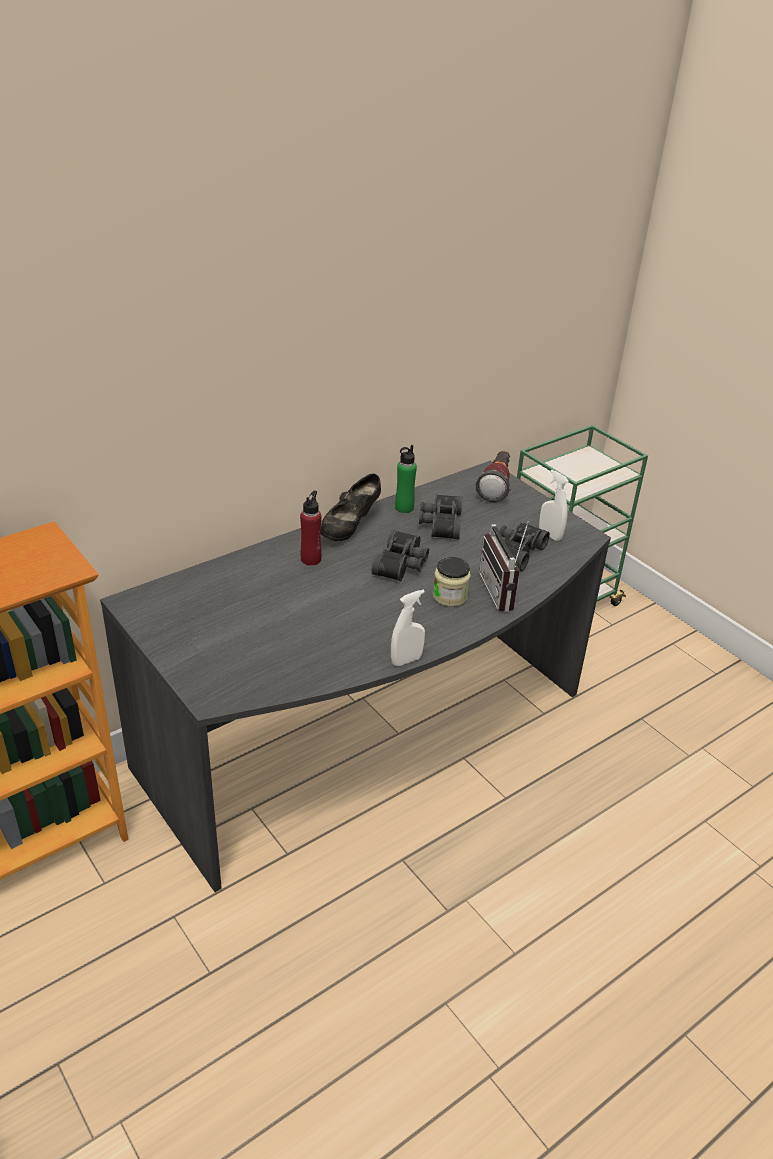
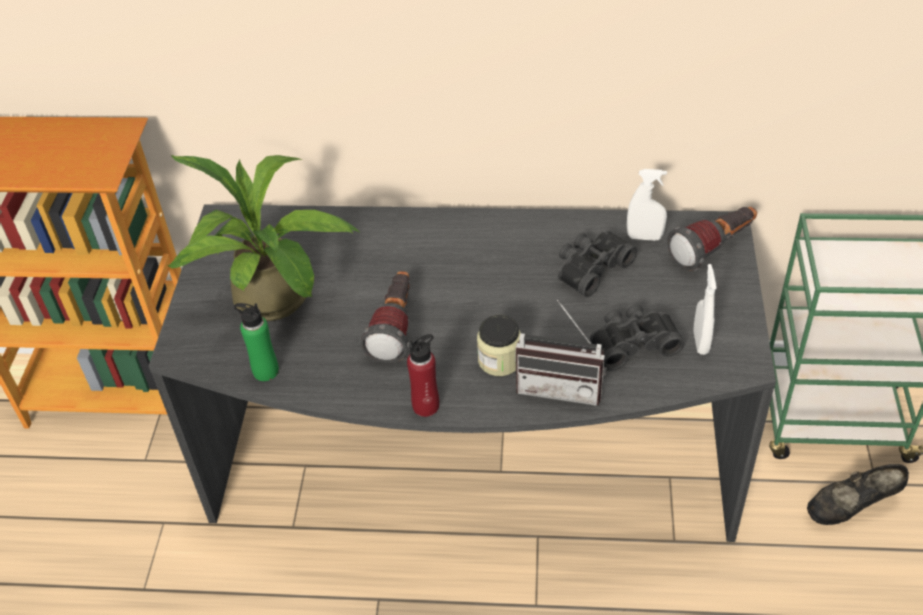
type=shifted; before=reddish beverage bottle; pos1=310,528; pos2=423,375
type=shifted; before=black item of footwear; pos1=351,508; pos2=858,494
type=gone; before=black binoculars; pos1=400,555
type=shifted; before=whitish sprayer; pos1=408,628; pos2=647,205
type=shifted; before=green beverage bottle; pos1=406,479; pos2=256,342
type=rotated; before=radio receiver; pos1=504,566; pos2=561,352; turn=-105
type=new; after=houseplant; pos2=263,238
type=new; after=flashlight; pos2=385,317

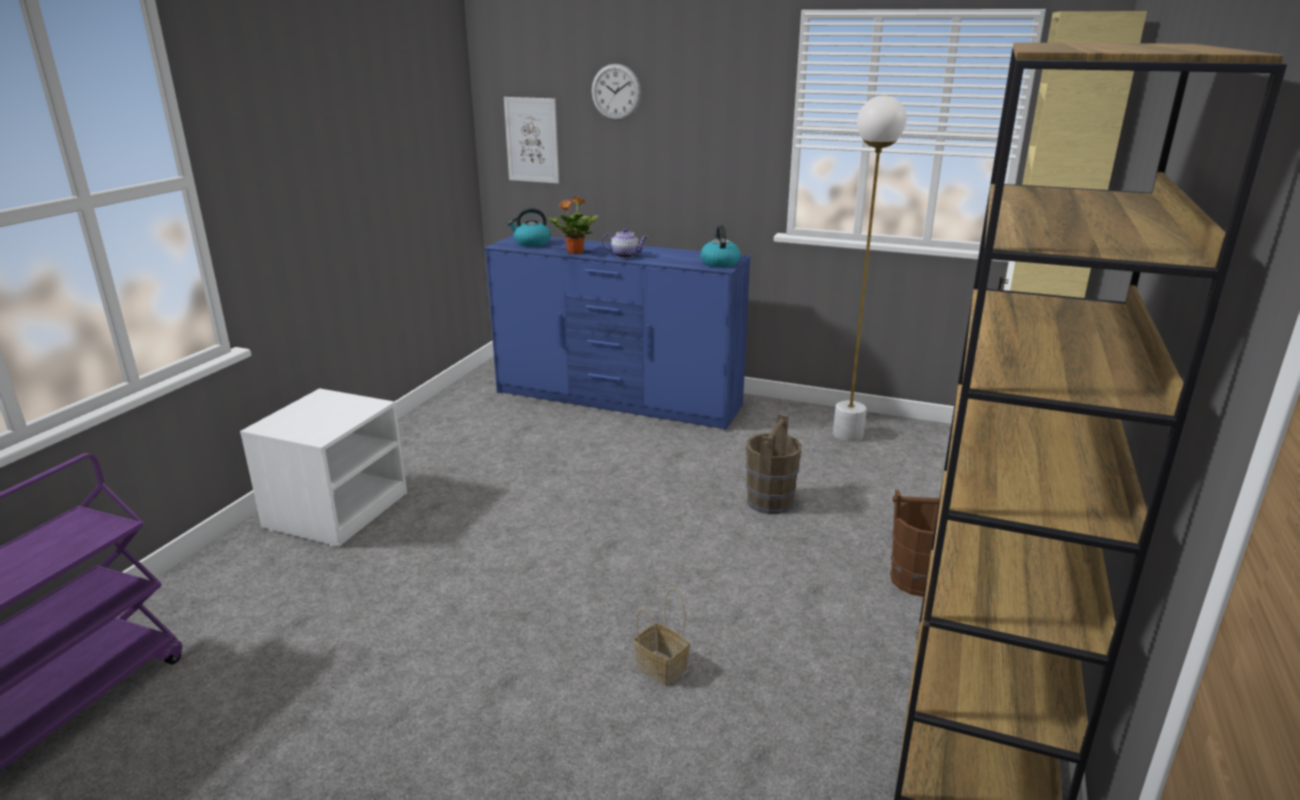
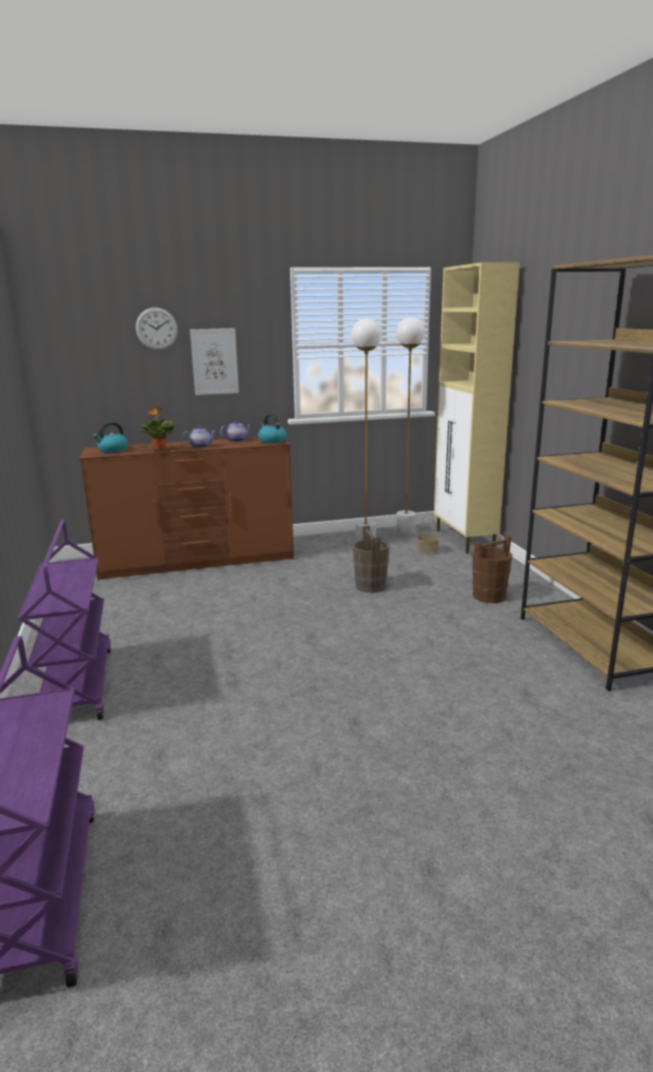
type=swapped; before=whitish nightstand; after=purple-coloured cart; pos1=323,467; pos2=64,620
type=repainted; before=bluish drawer chest; after=brown-coloured drawer chest; pos1=617,332; pos2=186,508
type=shifted; before=wall art; pos1=531,140; pos2=214,361
type=shifted; before=basket; pos1=662,637; pos2=428,533
type=new; after=teapot; pos2=236,431
type=new; after=whitish standing lamp; pos2=410,426

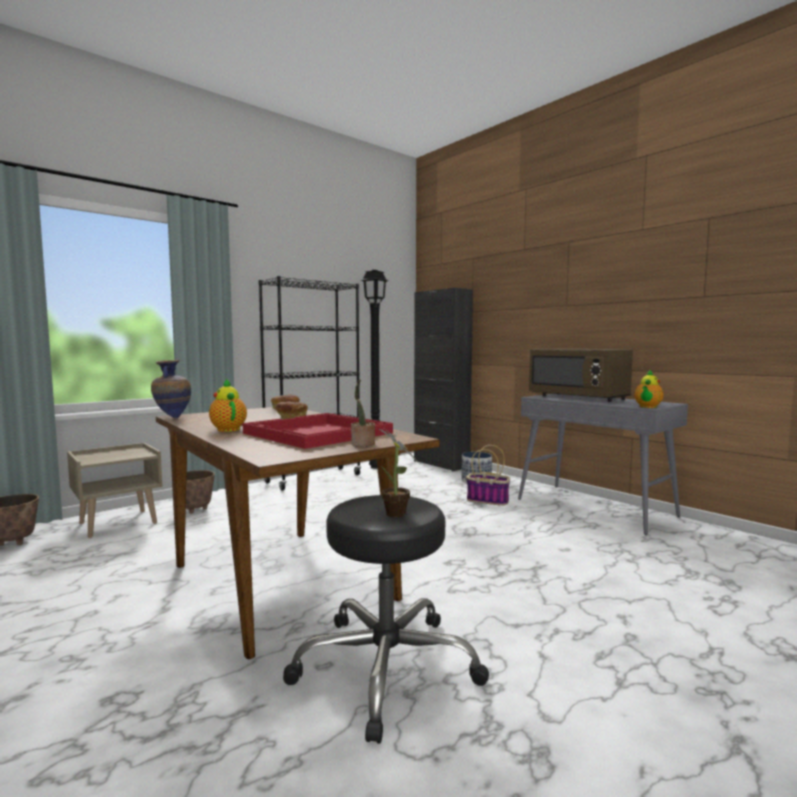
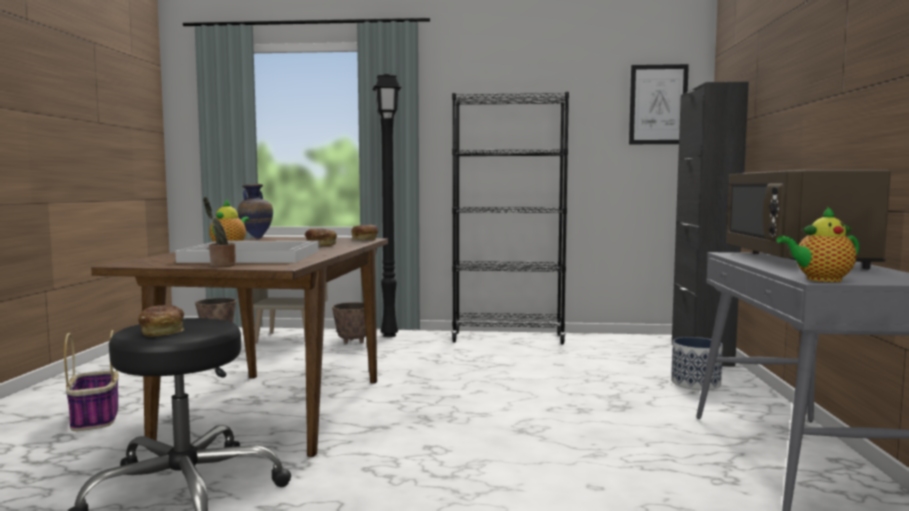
type=repainted; before=reddish serving tray; after=whitish serving tray; pos1=318,431; pos2=247,252
type=shifted; before=black standing lamp; pos1=374,369; pos2=387,205
type=swapped; before=houseplant; after=bakery bread; pos1=398,473; pos2=161,321
type=shifted; before=basket; pos1=488,475; pos2=91,380
type=new; after=wall art; pos2=659,104

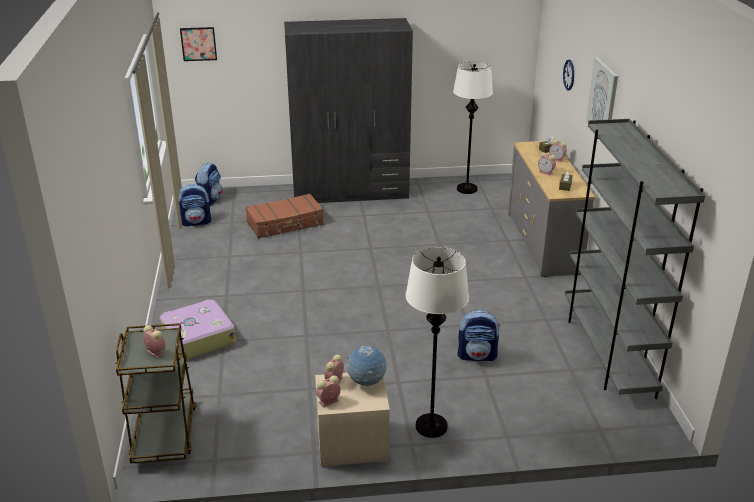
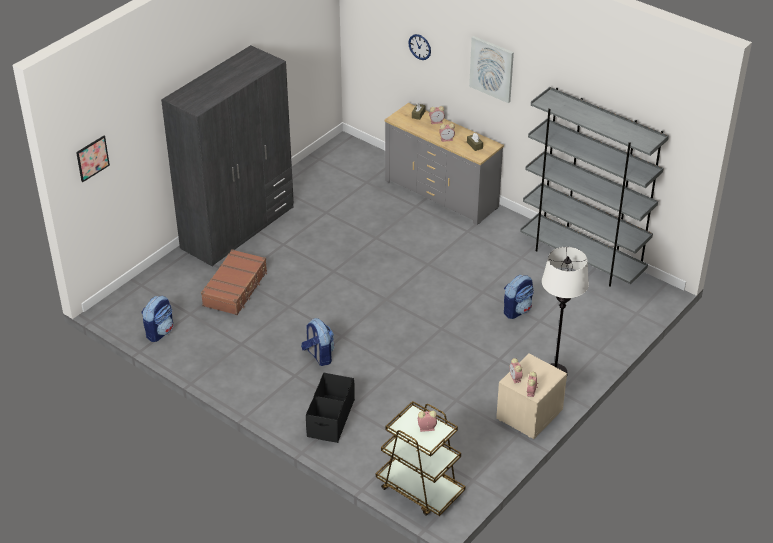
type=swapped; before=piece of luggage; after=black storage container; pos1=198,329; pos2=330,407
type=shifted; before=backpack; pos1=209,184; pos2=317,342
type=gone; before=desk globe; pos1=367,366
type=gone; before=whitish standing lamp; pos1=473,127

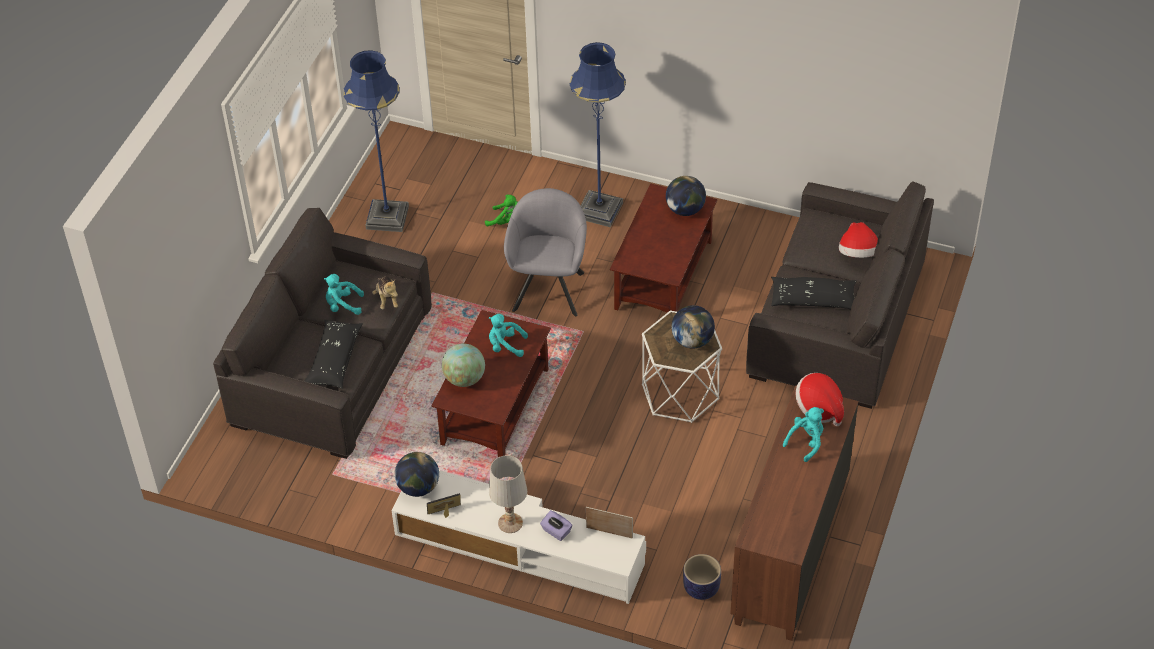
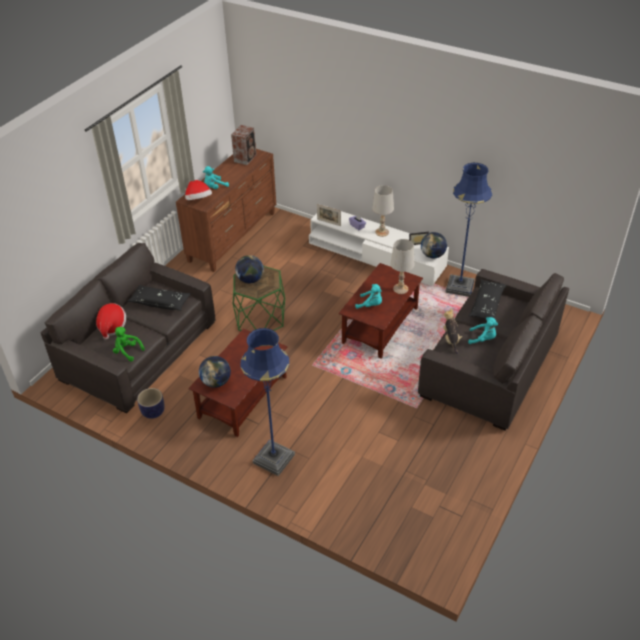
type=shifted; before=bluish standing lamp; pos1=376,141; pos2=468,230
type=swapped; before=desk globe; after=whitish tabletop lamp; pos1=463,365; pos2=402,266
type=shifted; before=green plush toy; pos1=501,210; pos2=129,344
type=gone; before=grey lounge chair; pos1=545,252
type=repainted; before=whitish side table; after=green side table; pos1=682,366; pos2=259,298
type=shifted; before=flower pot; pos1=702,577; pos2=151,403
type=new; after=loudspeaker; pos2=243,145

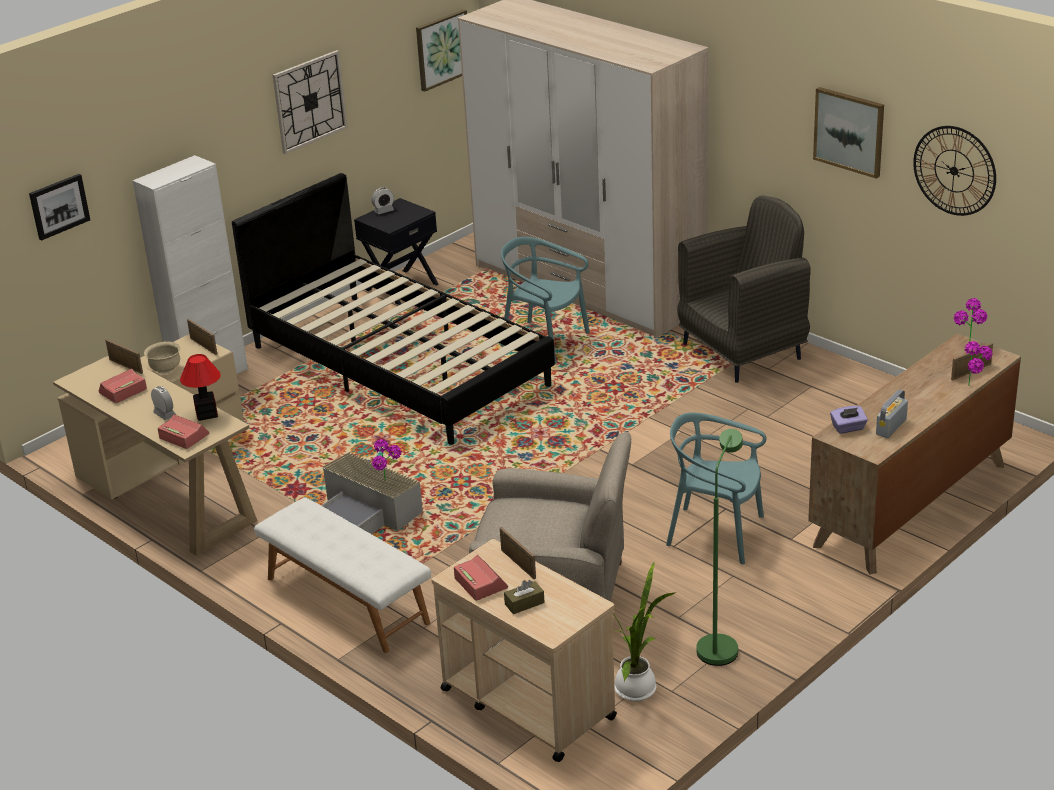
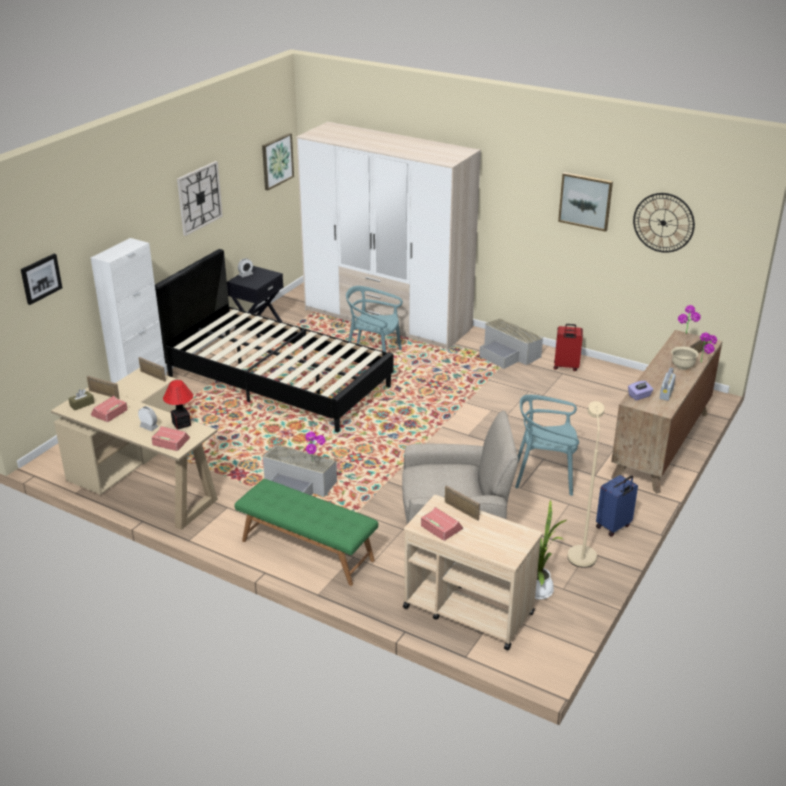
type=shifted; before=sand-coloured deep dish; pos1=162,357; pos2=685,358
type=repainted; before=whitish indoor bench; after=green indoor bench; pos1=342,575; pos2=306,532
type=shifted; before=brown-coloured box of tissues; pos1=524,597; pos2=81,399
type=swapped; before=grey lounge chair; after=grey storage container; pos1=744,289; pos2=511,343
type=repainted; before=green standing lamp; after=sand-coloured standing lamp; pos1=720,547; pos2=586,484
type=new; after=reddish piece of luggage; pos2=568,347
type=new; after=bluish piece of luggage; pos2=617,506

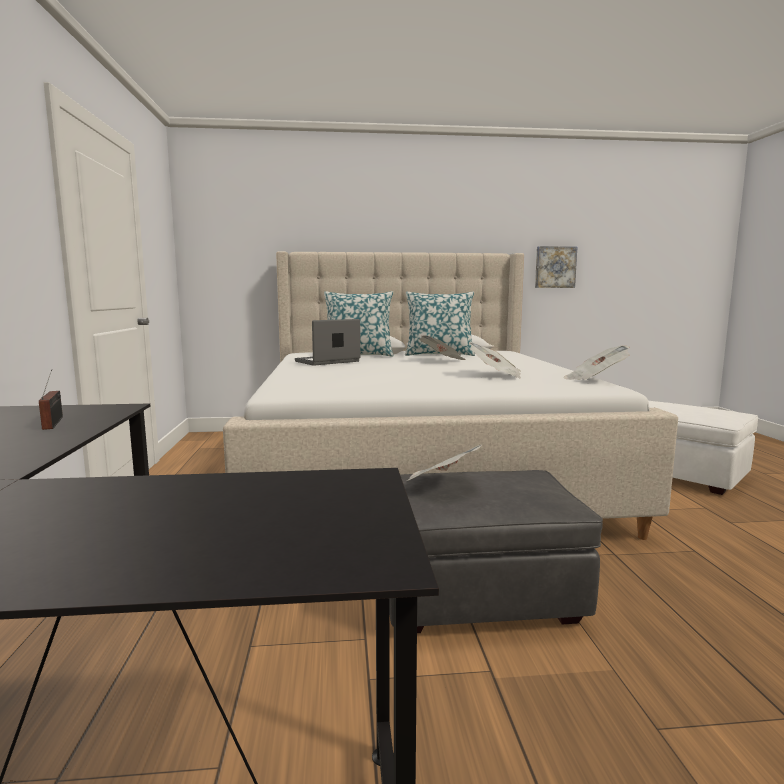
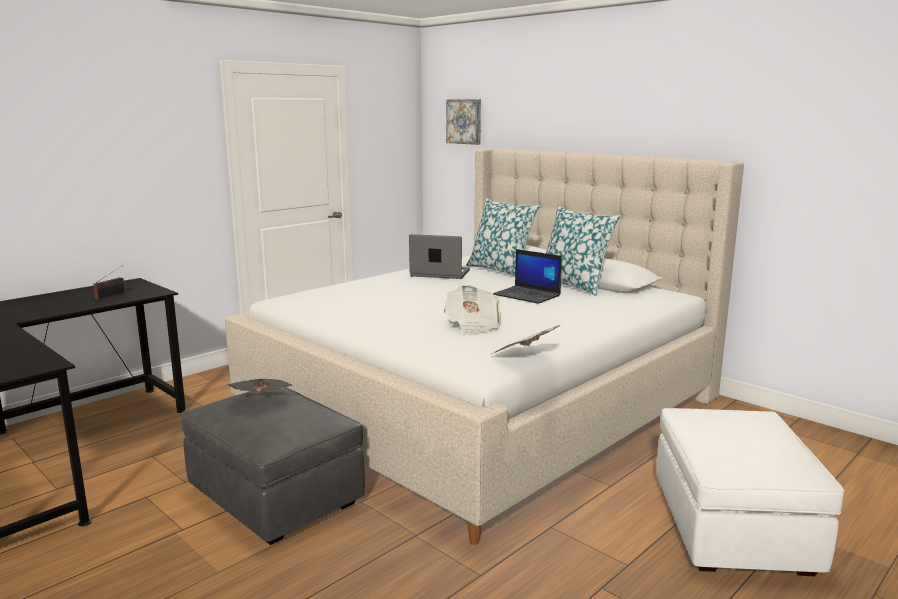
type=swapped; before=daily paper; after=portable computer; pos1=442,348; pos2=527,276
type=shifted; before=wall art; pos1=556,267; pos2=463,122

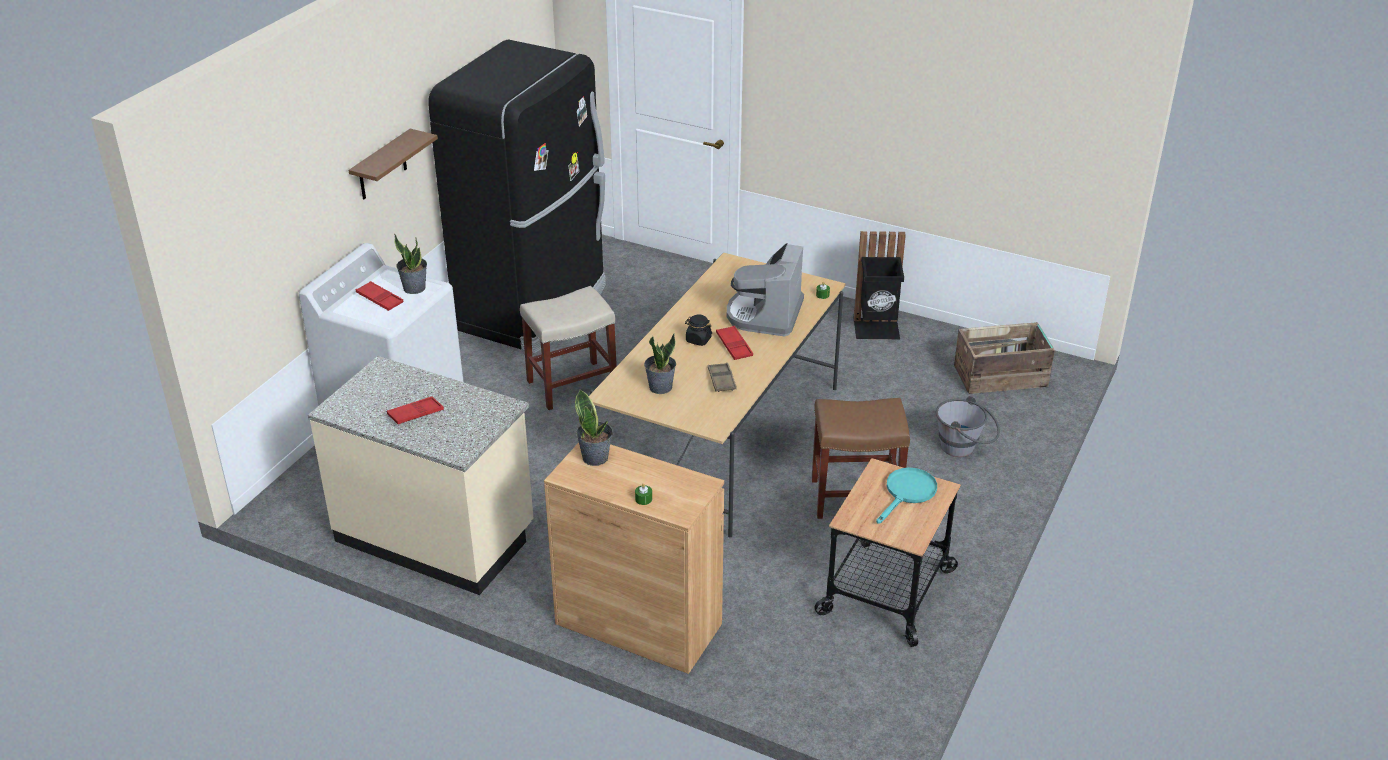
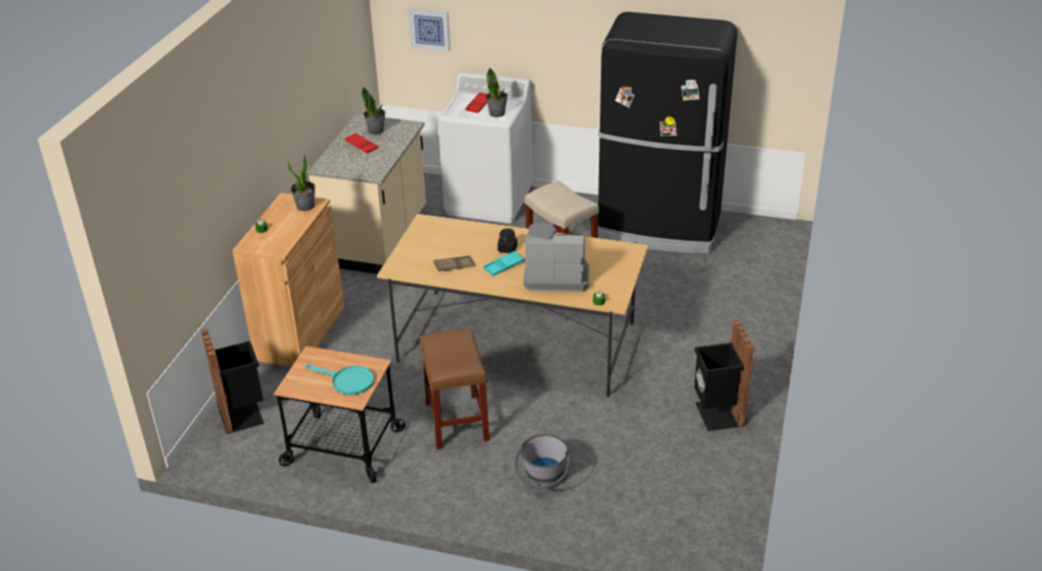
type=gone; before=brown-coloured shelf; pos1=393,164
type=shifted; before=houseplant; pos1=660,363; pos2=373,111
type=repainted; before=reddish serving tray; after=turquoise serving tray; pos1=734,343; pos2=503,263
type=gone; before=packing crate; pos1=1004,358
type=new; after=black trash can; pos2=232,381
type=new; after=wall art; pos2=429,30

